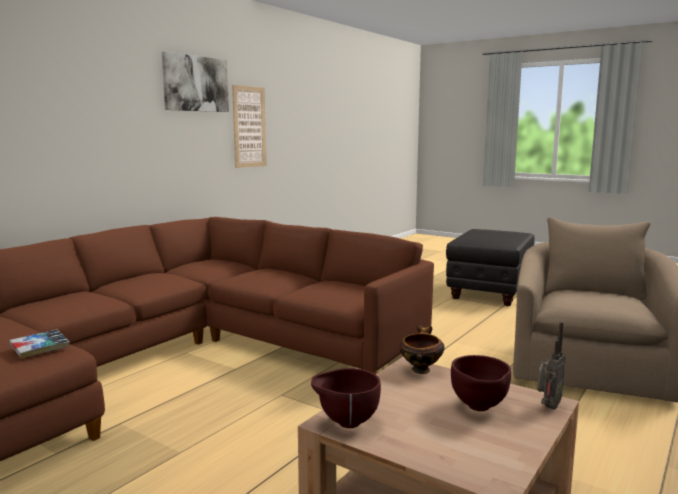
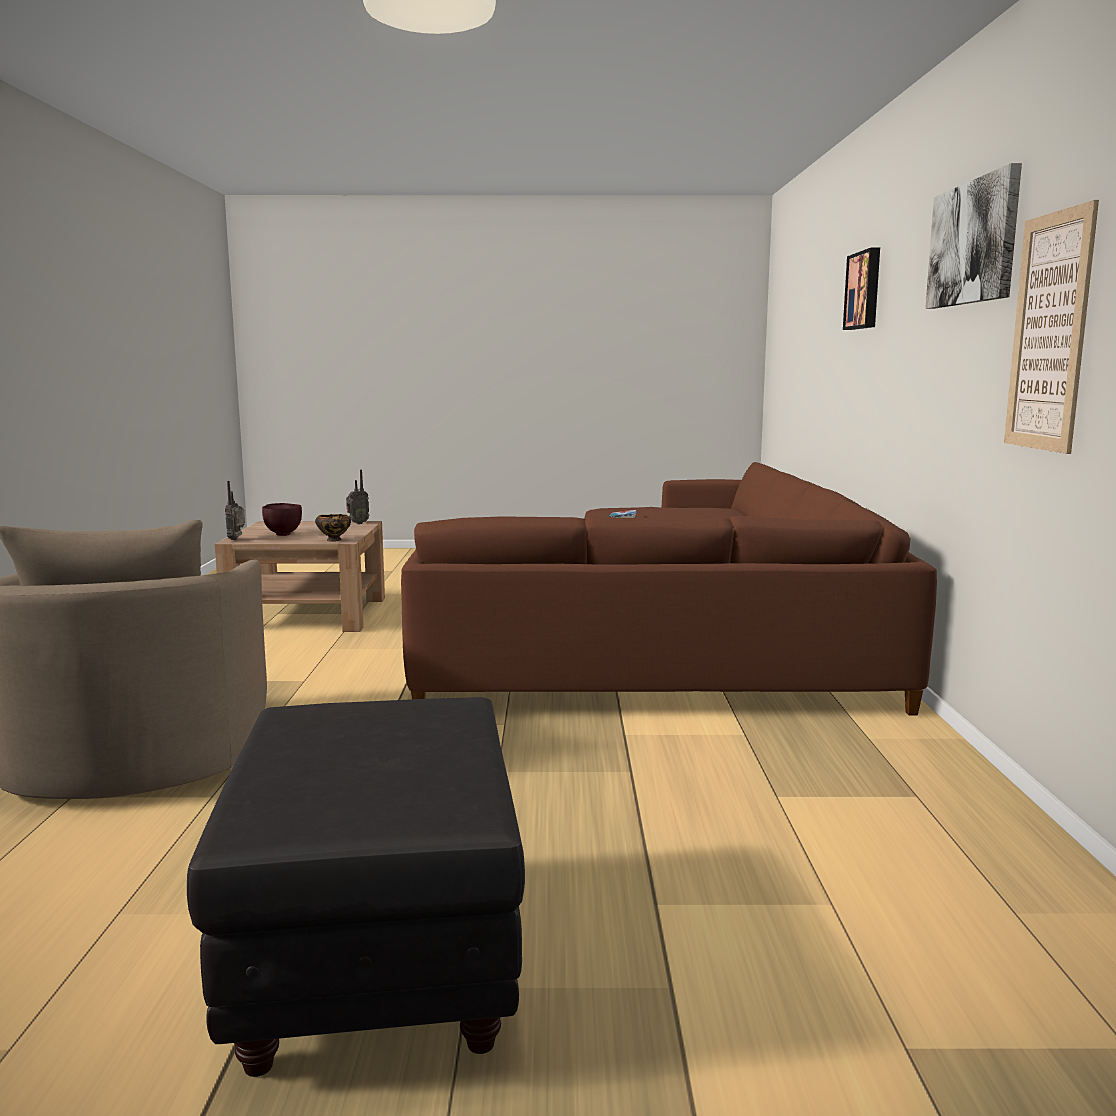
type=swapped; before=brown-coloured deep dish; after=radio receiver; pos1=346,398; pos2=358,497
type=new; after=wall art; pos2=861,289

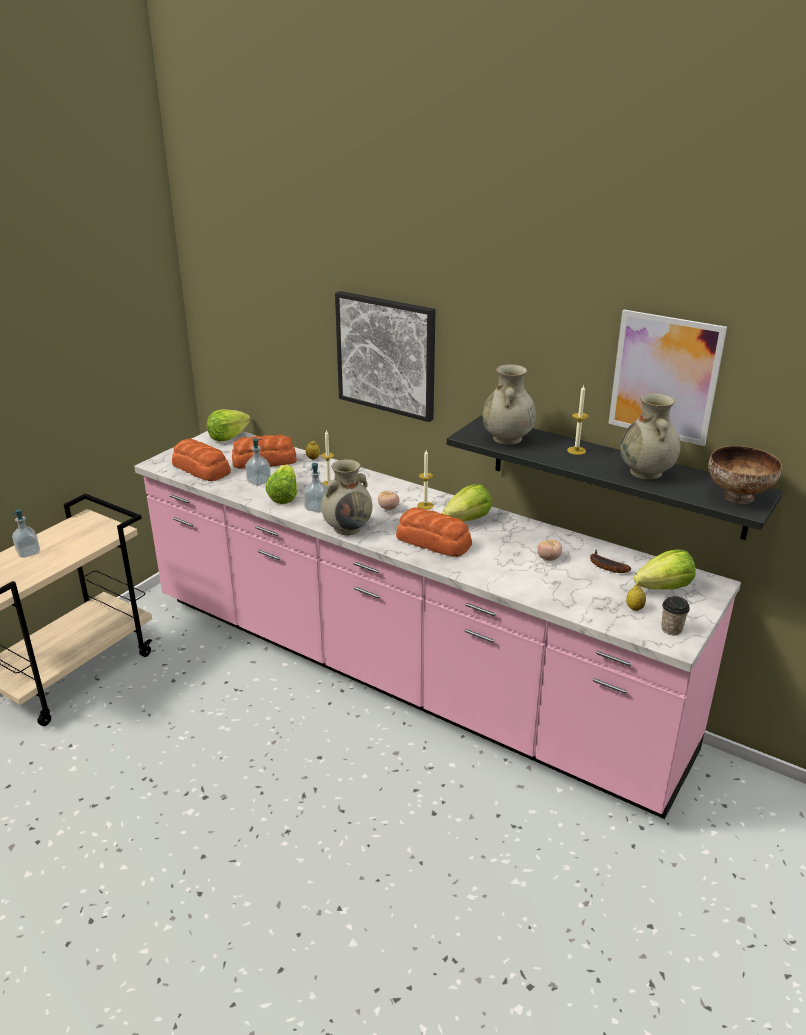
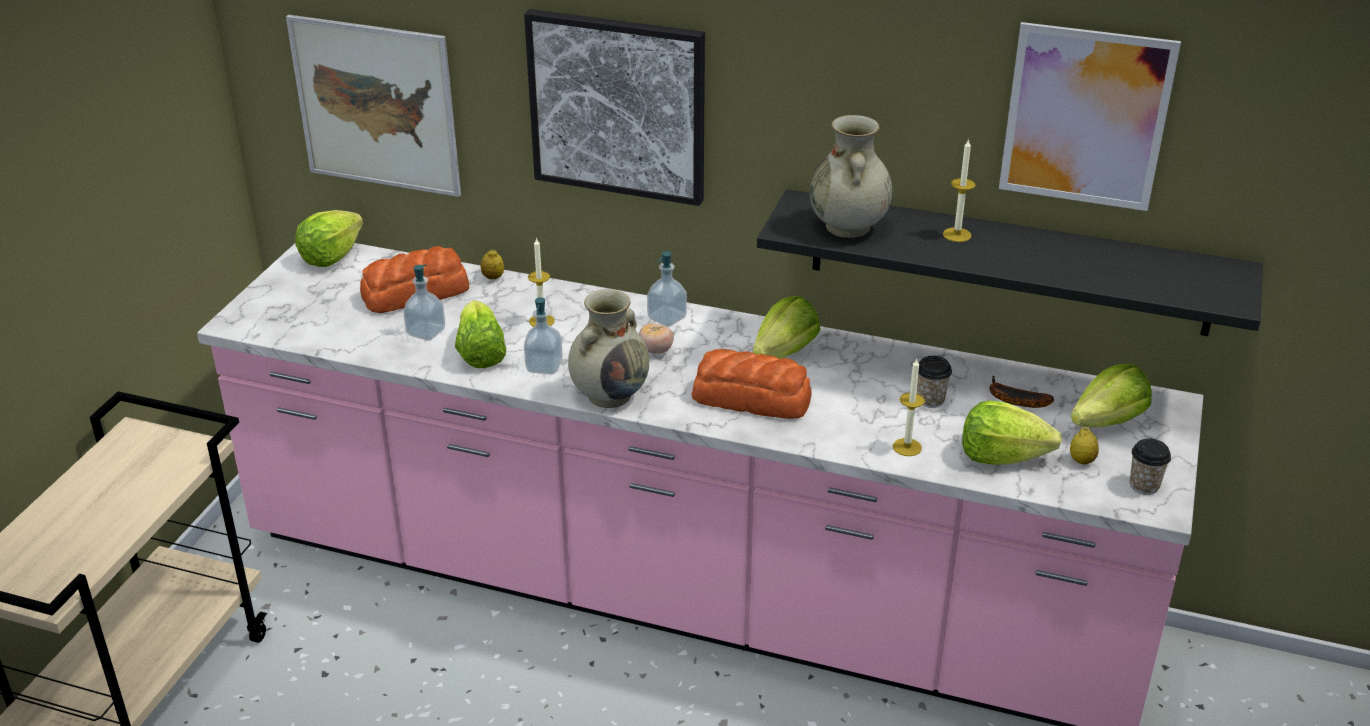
type=shifted; before=soap dispenser; pos1=25,533; pos2=667,289
type=gone; before=bakery bread; pos1=201,460
type=shifted; before=wax light; pos1=425,480; pos2=909,407
type=swapped; before=fresh tomato; after=small cup; pos1=549,550; pos2=934,382
type=gone; before=sand-coloured flower vase; pos1=650,436
type=gone; before=deep dish; pos1=745,475
type=new; after=wall art; pos2=373,106
type=new; after=lettuce; pos2=1012,432

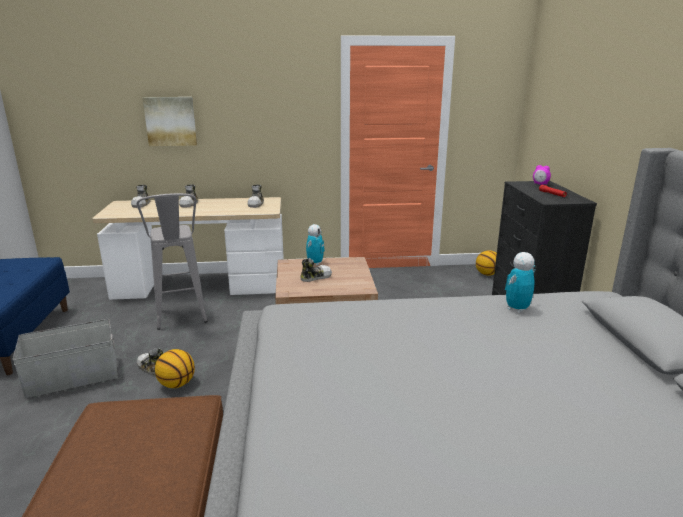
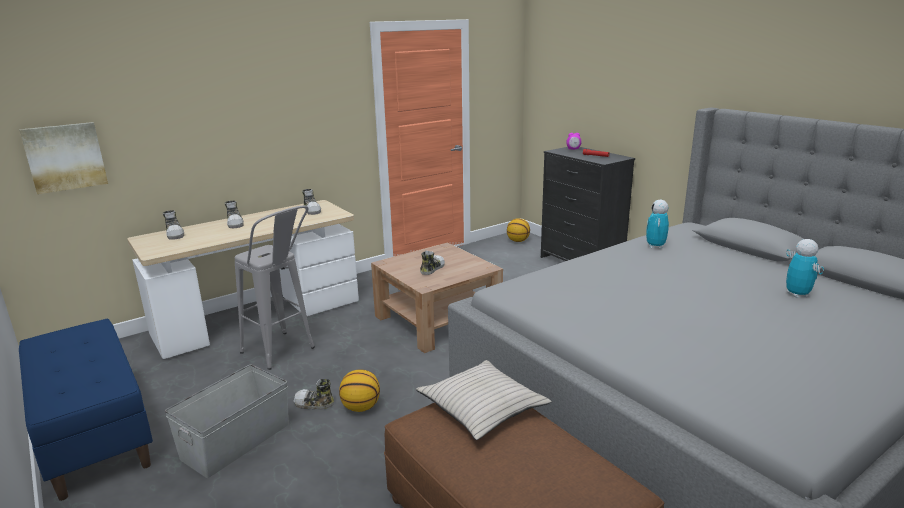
type=shifted; before=wall art; pos1=169,121; pos2=63,158
type=shifted; before=model robot; pos1=315,245; pos2=805,268
type=new; after=sand-coloured pillow; pos2=484,400

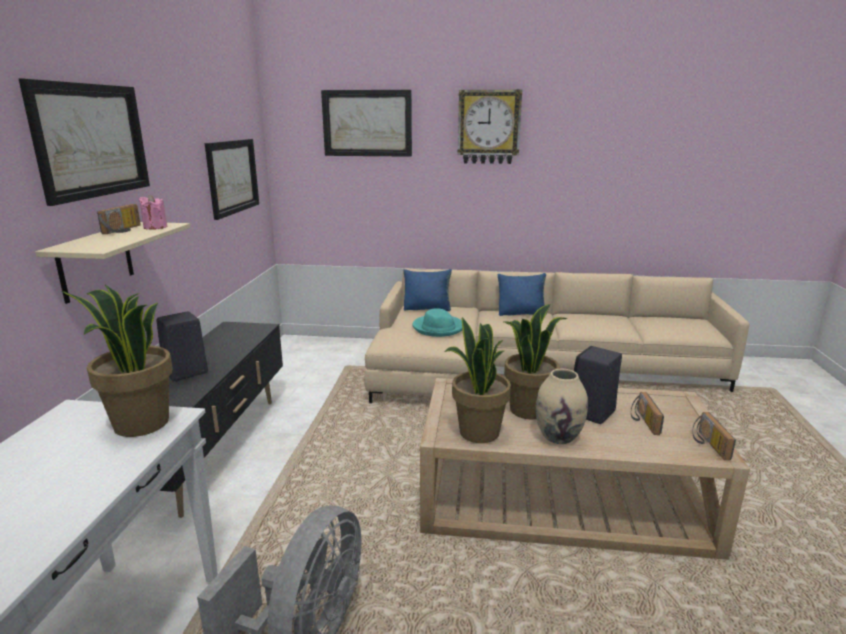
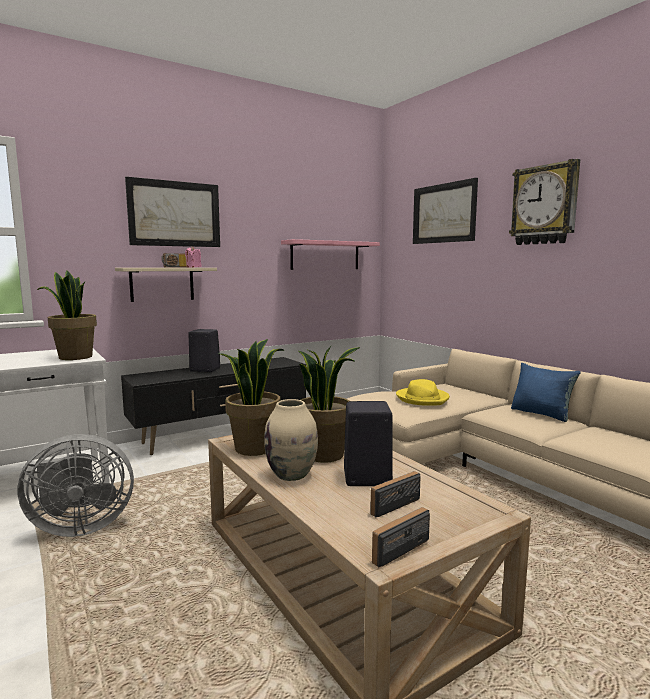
type=swapped; before=wall art; after=pink shelf; pos1=232,179; pos2=330,254
type=gone; before=bluish pillow; pos1=427,290
type=repainted; before=turquoise hat; after=yellow-coloured hat; pos1=437,322; pos2=423,392

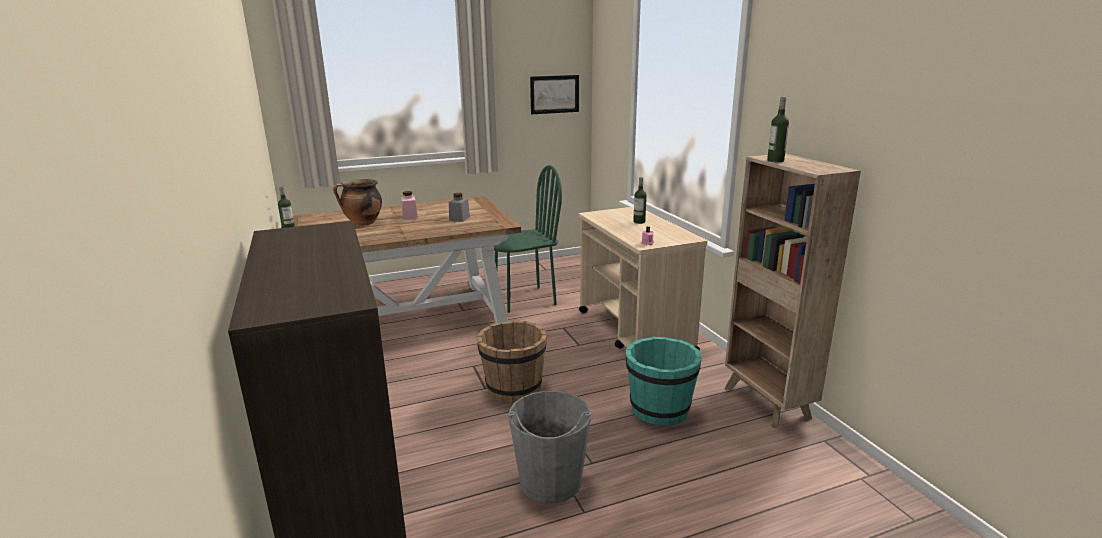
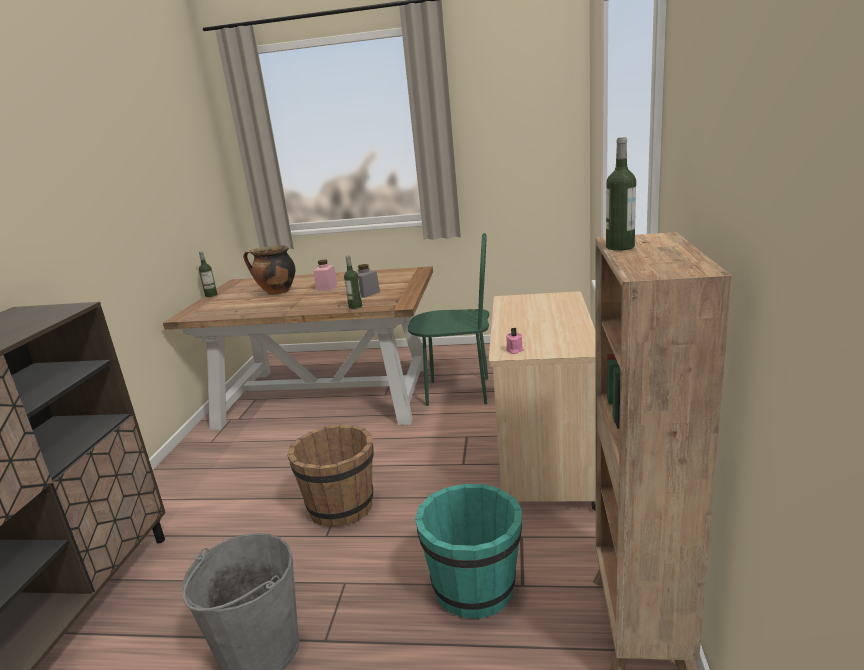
type=gone; before=wall art; pos1=554,94
type=shifted; before=beverage bottle; pos1=640,200; pos2=353,282

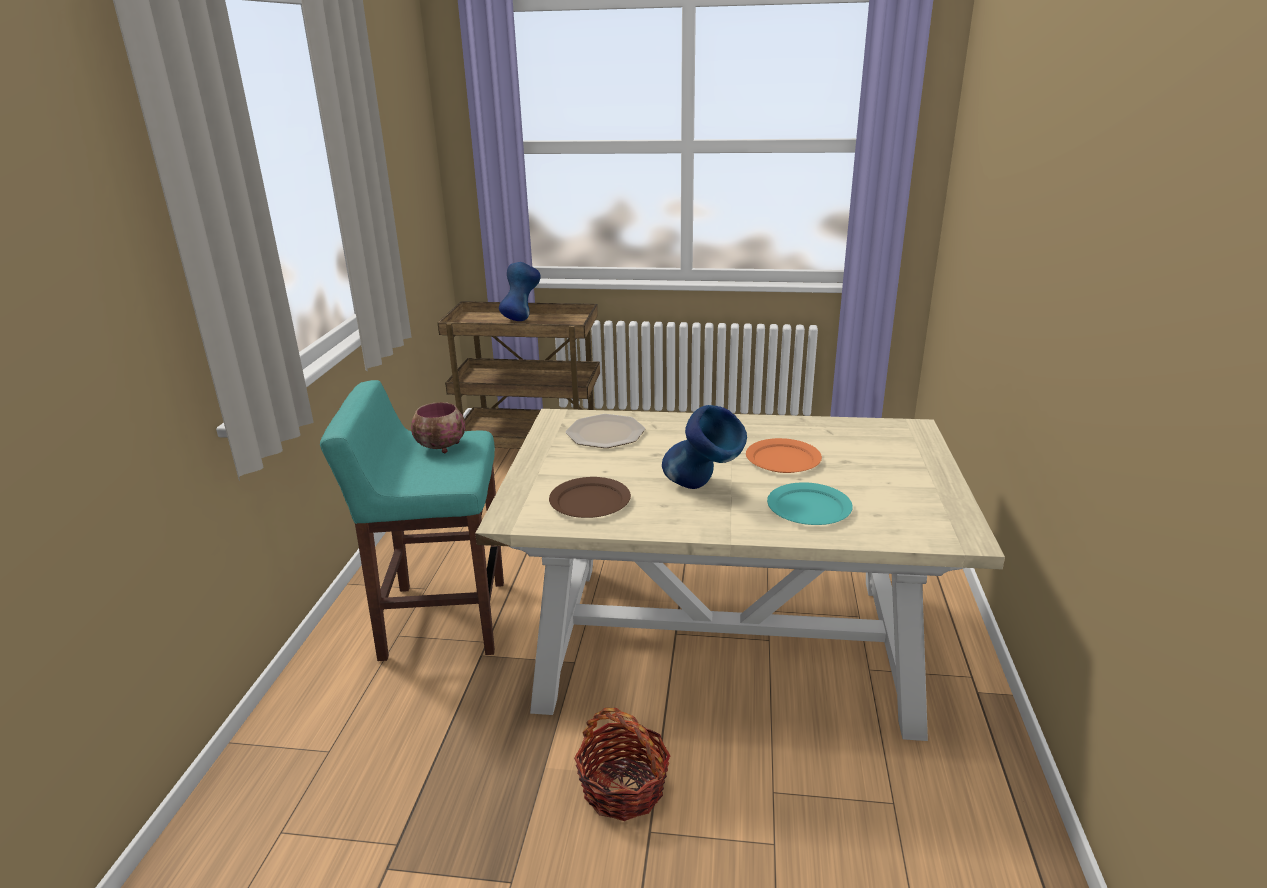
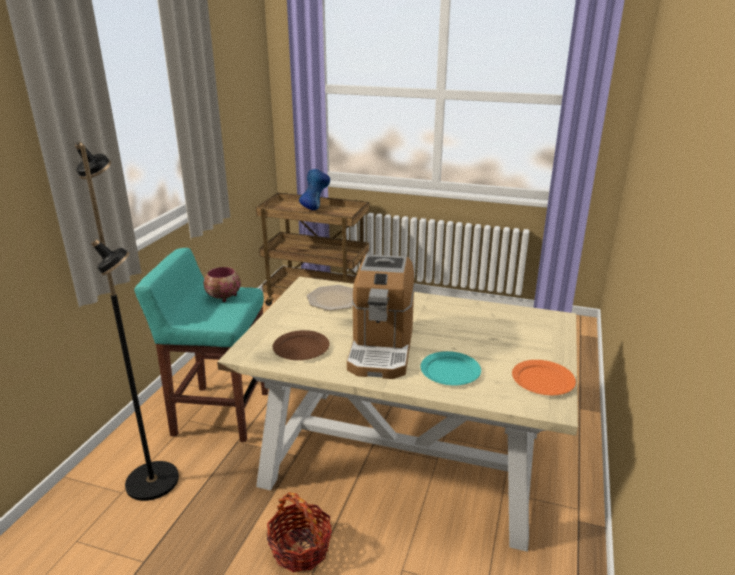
type=swapped; before=bluish flower vase; after=coffee machine; pos1=704,447; pos2=381,316
type=shifted; before=orangey flat dish; pos1=784,455; pos2=544,377
type=new; after=black standing lamp; pos2=127,321

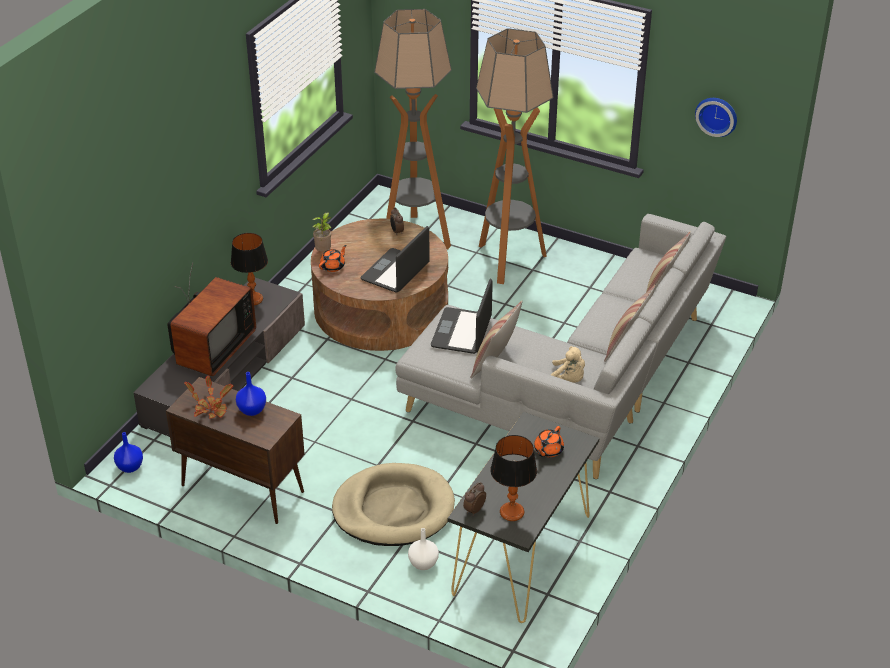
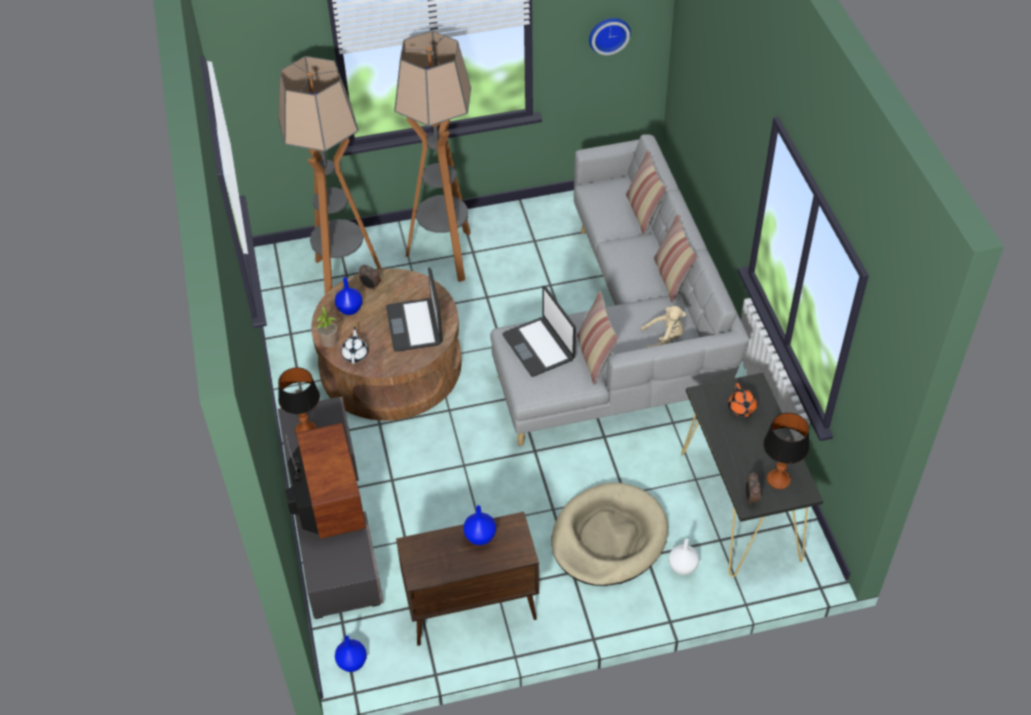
type=gone; before=houseplant; pos1=209,397
type=repainted; before=orangey teapot; after=whitish teapot; pos1=333,258; pos2=354,345
type=new; after=bluish flower vase; pos2=349,296

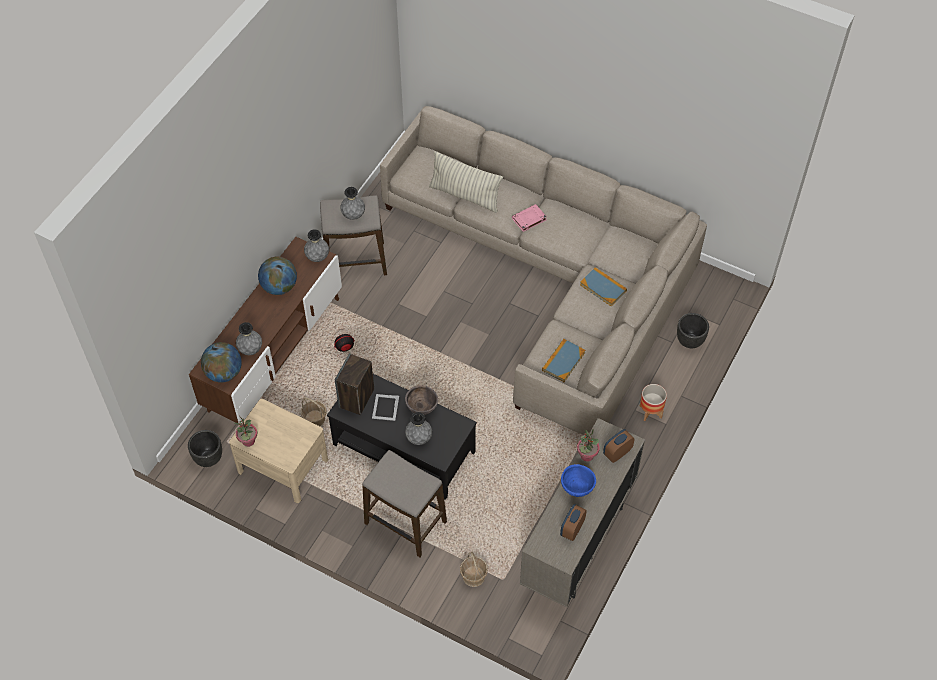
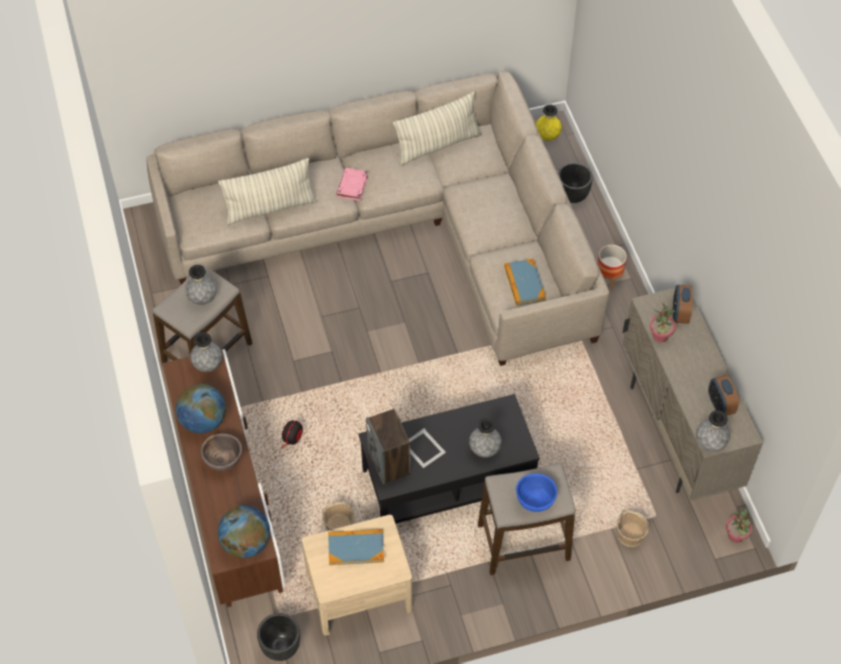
type=shifted; before=houseplant; pos1=246,432; pos2=739,526
type=shifted; before=grey flower vase; pos1=249,338; pos2=713,430
type=shifted; before=brown-coloured deep dish; pos1=421,400; pos2=221,452
type=shifted; before=bluish deep dish; pos1=578,480; pos2=536,492
type=shifted; before=bound book; pos1=603,286; pos2=356,547
type=new; after=pillow; pos2=437,128
type=new; after=yellow-coloured flower vase; pos2=549,122

